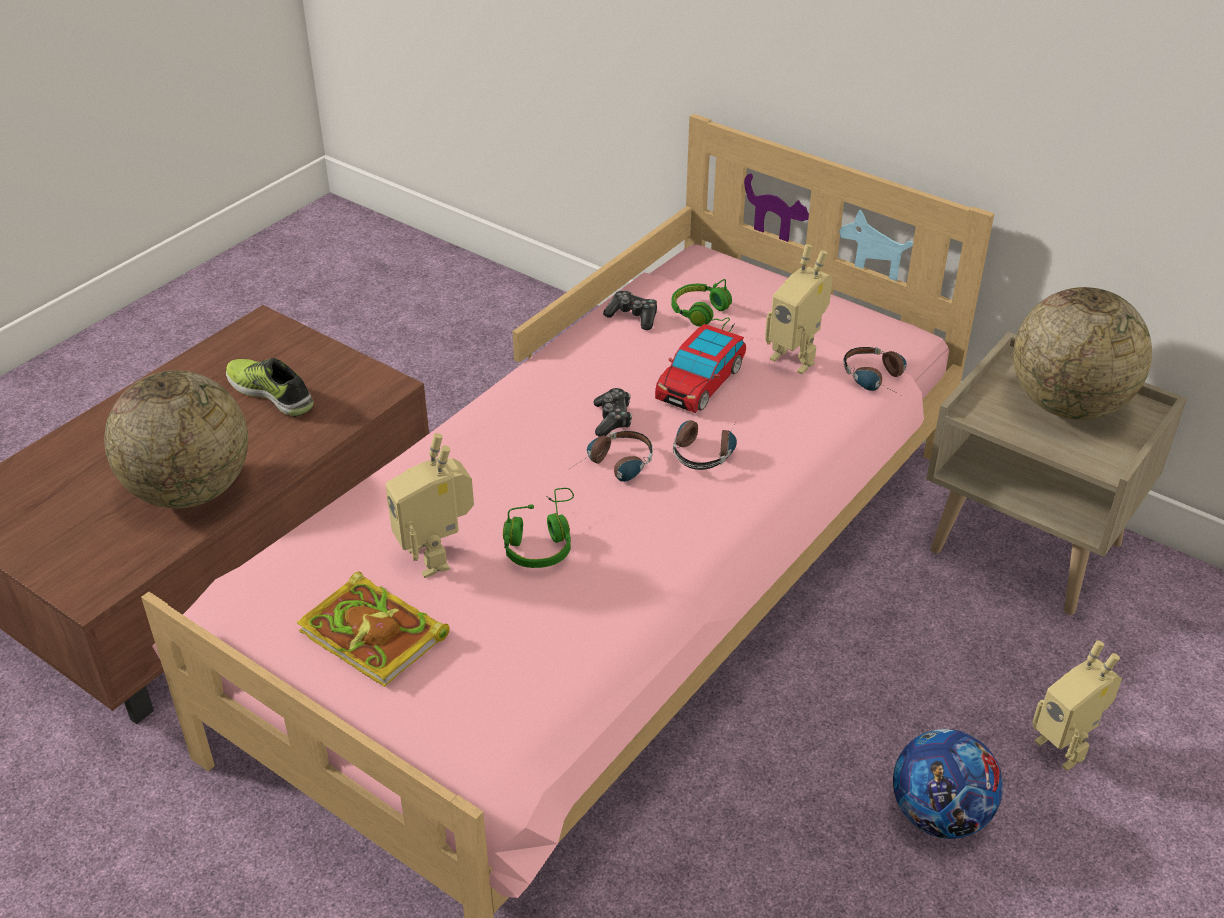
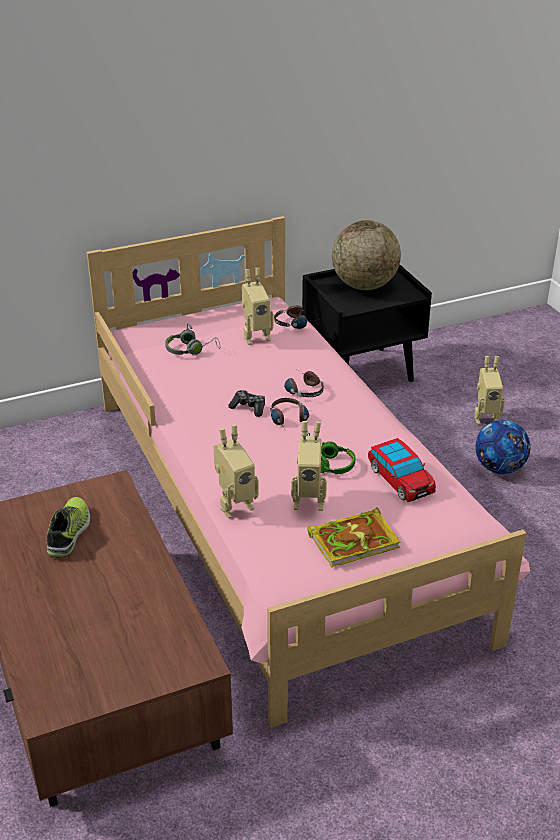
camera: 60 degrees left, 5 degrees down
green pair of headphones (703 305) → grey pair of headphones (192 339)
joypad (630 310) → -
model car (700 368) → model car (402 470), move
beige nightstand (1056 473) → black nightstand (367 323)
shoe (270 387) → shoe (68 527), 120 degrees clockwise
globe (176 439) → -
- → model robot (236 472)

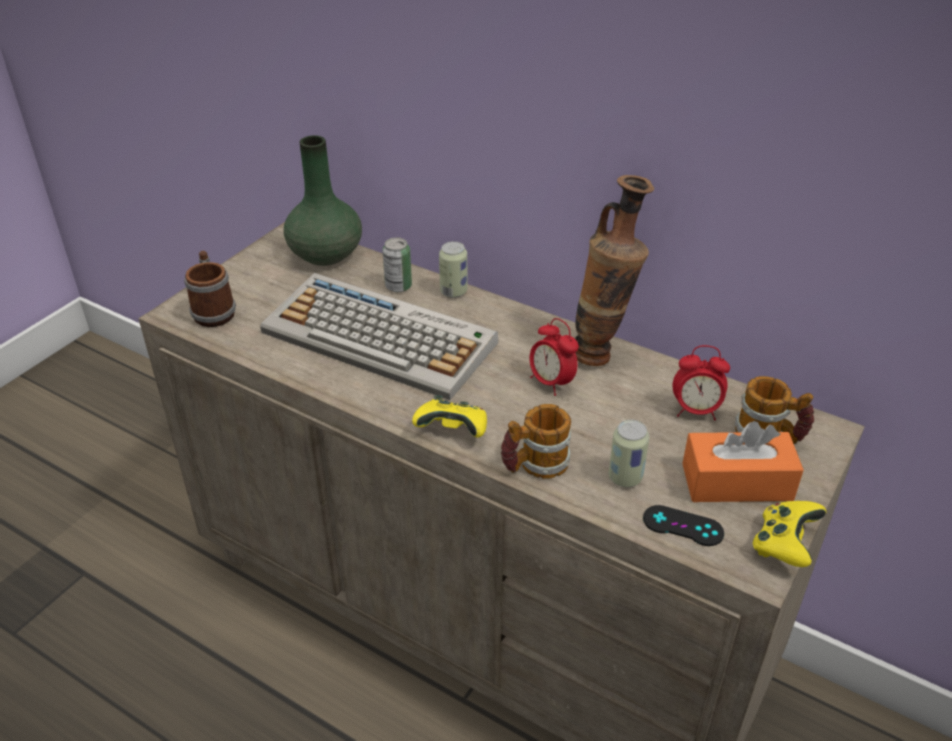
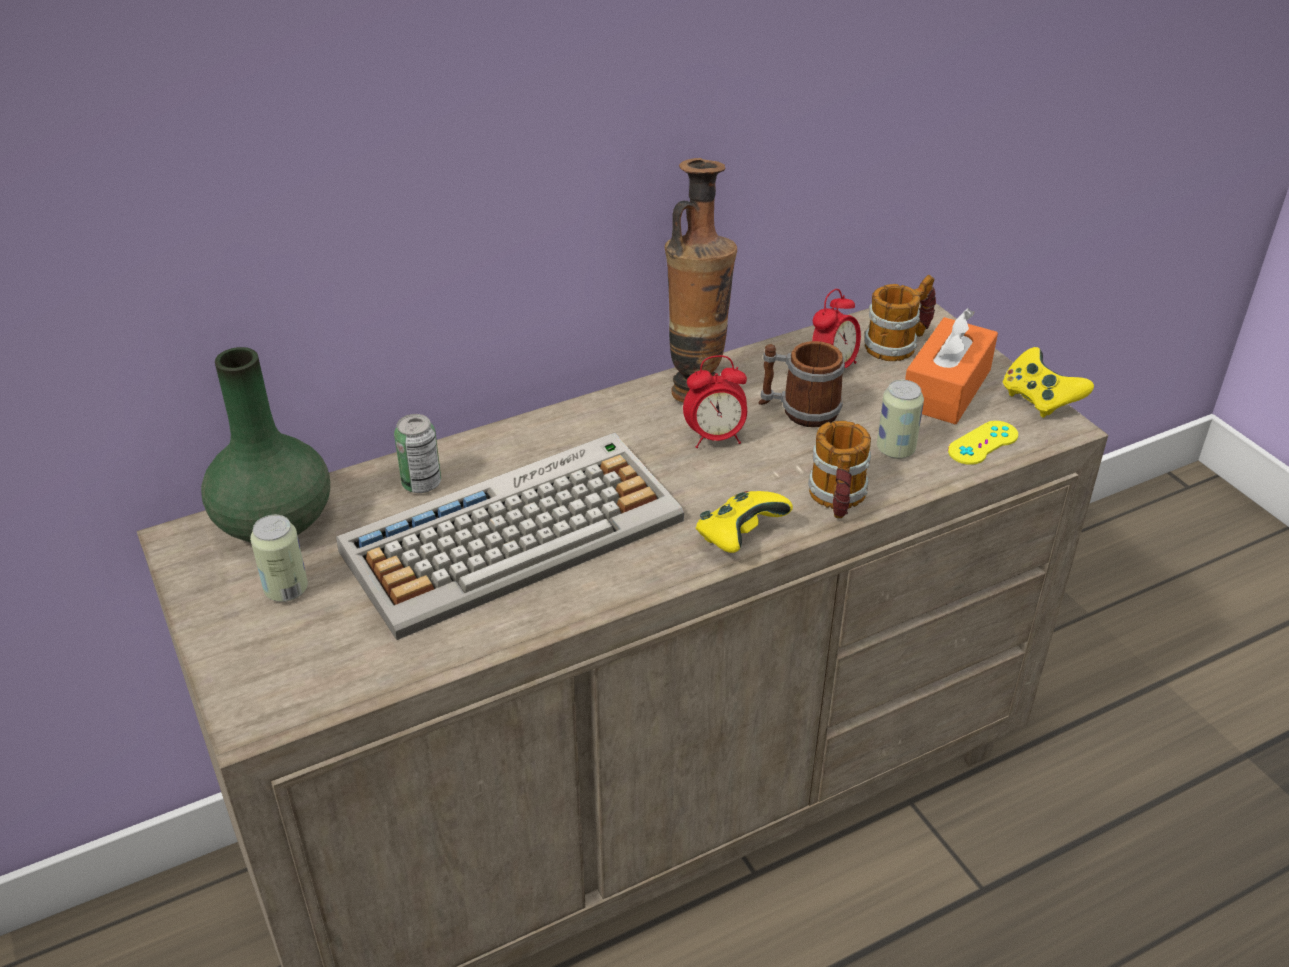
camera: 60 degrees left, 0 degrees up
metal can (453 269) → metal can (279 558), move
mug (210 289) → mug (801 384), move
black joypad (683 525) → yellowish joypad (983 443)

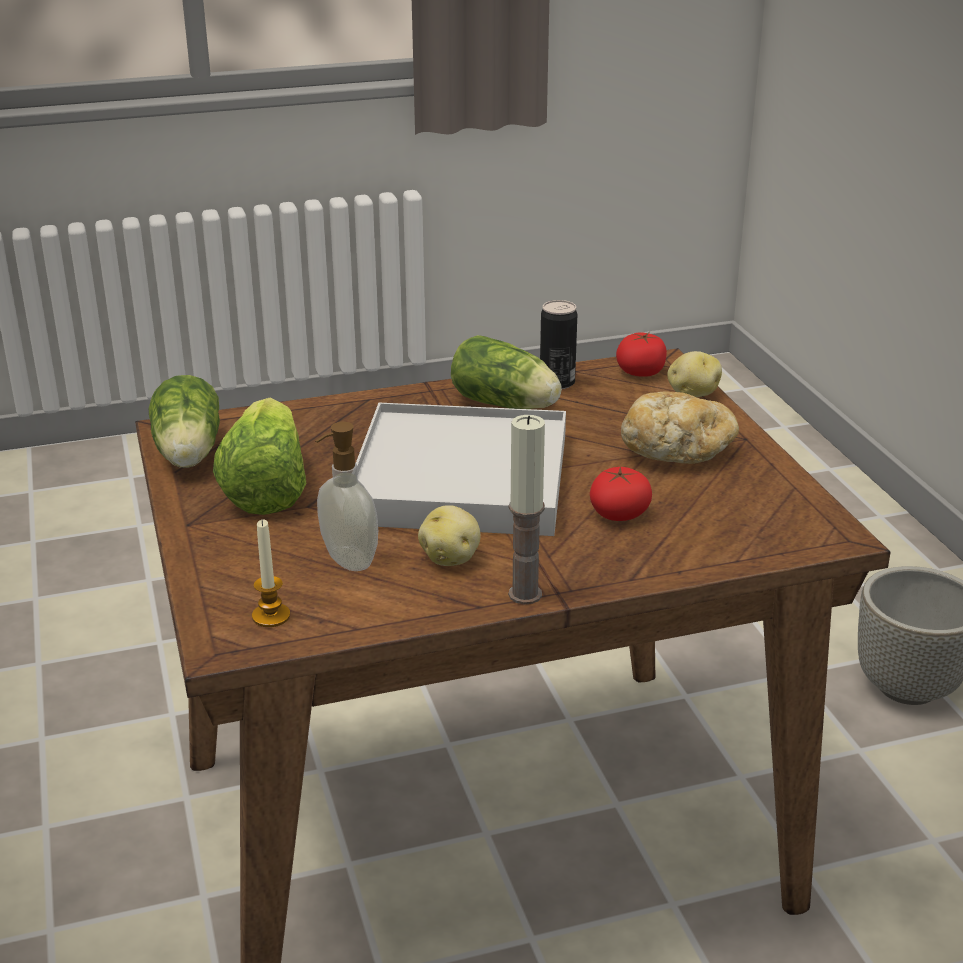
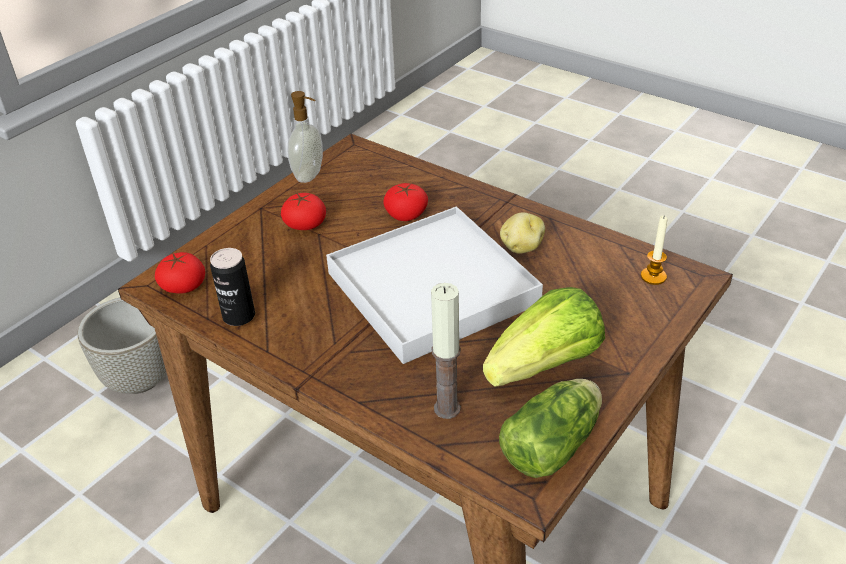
camera: 125 degrees left, 10 degrees up
lettuce (506 372) → -
whole potato (694 374) → -
bread (680 427) → fresh tomato (303 211)
wax light (526 509) → wax light (446 351), move
liquid soap bottle (346 496) → liquid soap bottle (305 137), move

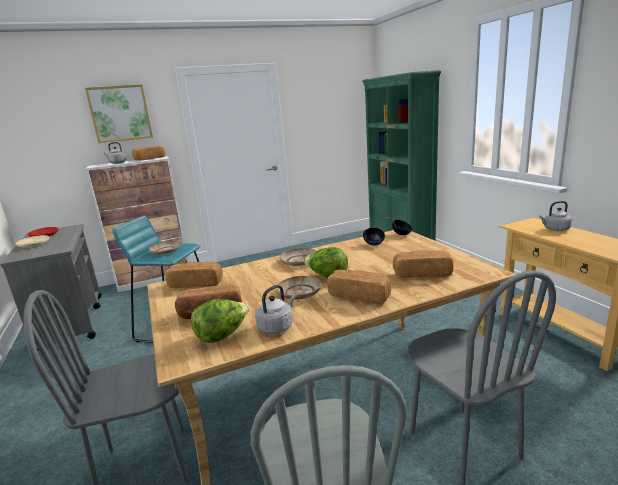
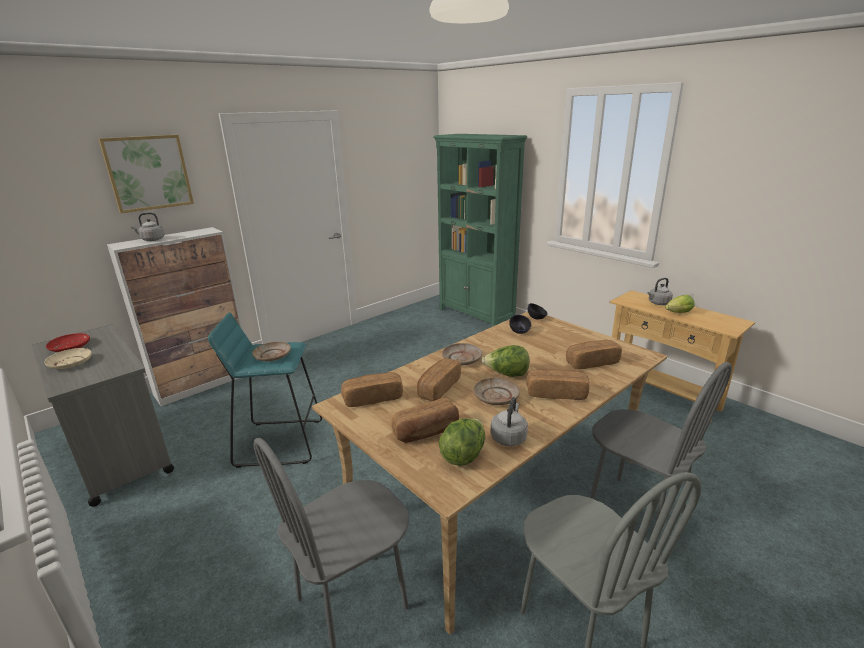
camera: 20 degrees left, 5 degrees up
bread (148 153) → bread (439 379), move
- → lettuce (680 304)

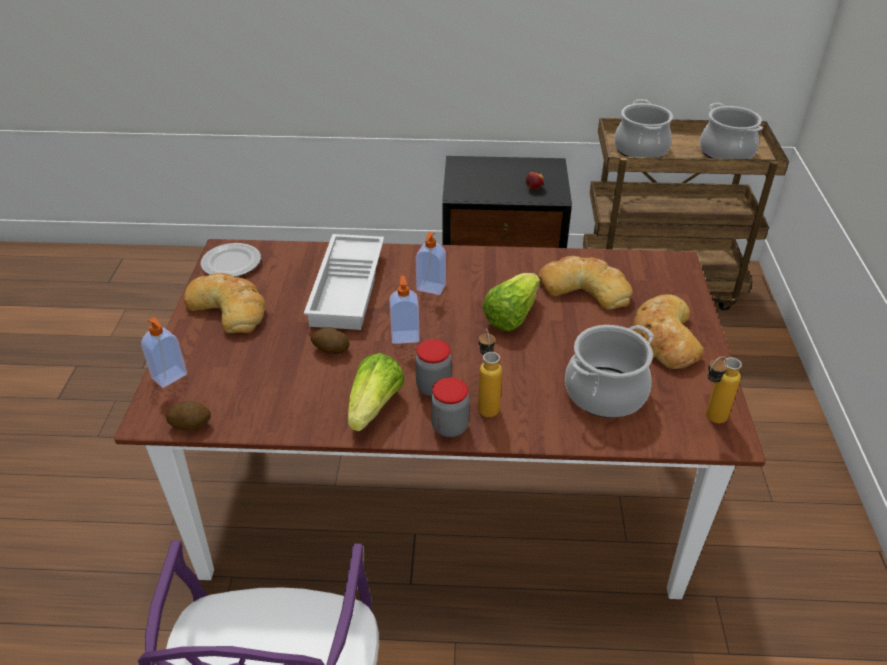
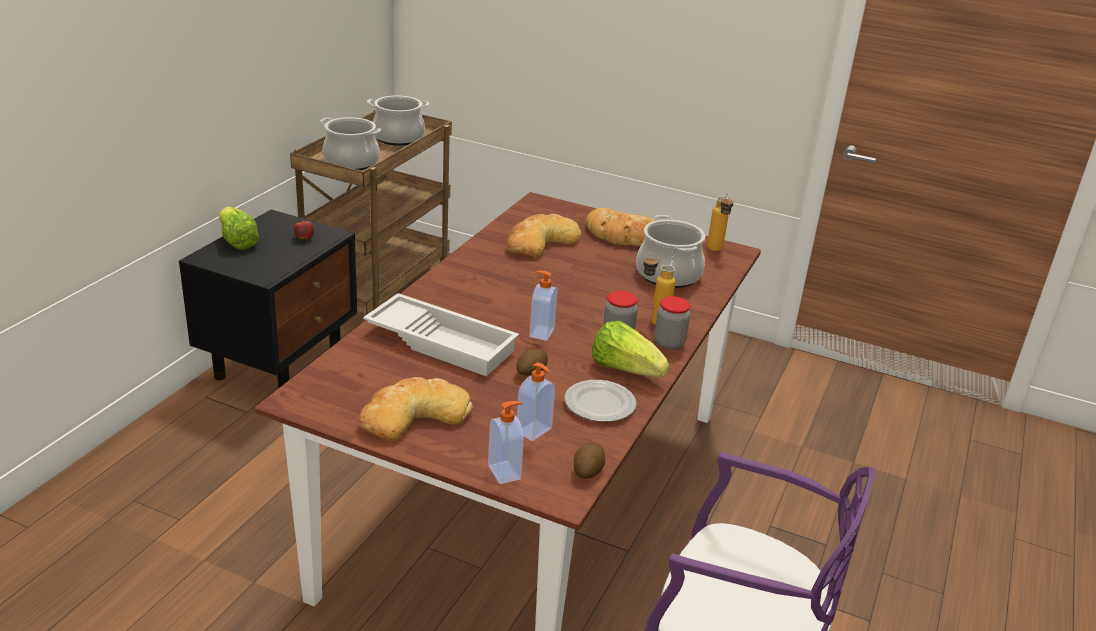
camera: 70 degrees left, 10 degrees down
liquid soap bottle (431 263) → liquid soap bottle (536 401), move
plate (231 260) → plate (600 401), move
lettuce (511 302) → lettuce (239 228), move

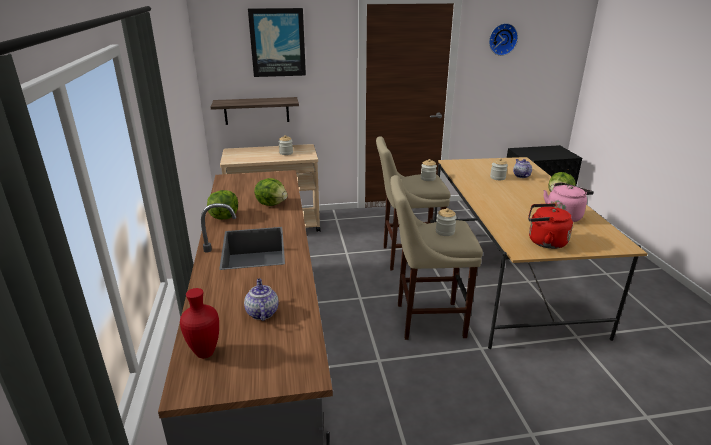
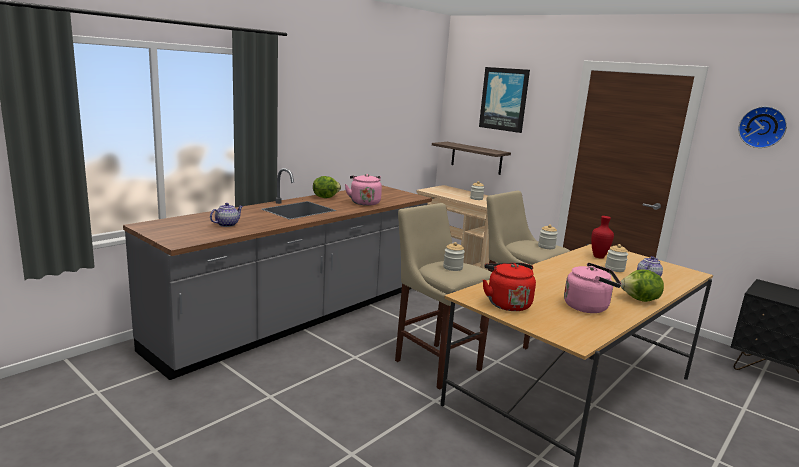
camera: 50 degrees right, 10 degrees down
lettuce (270 192) → pinkish kettle (363 190)
red vase (199 323) → red vase (602 237), move

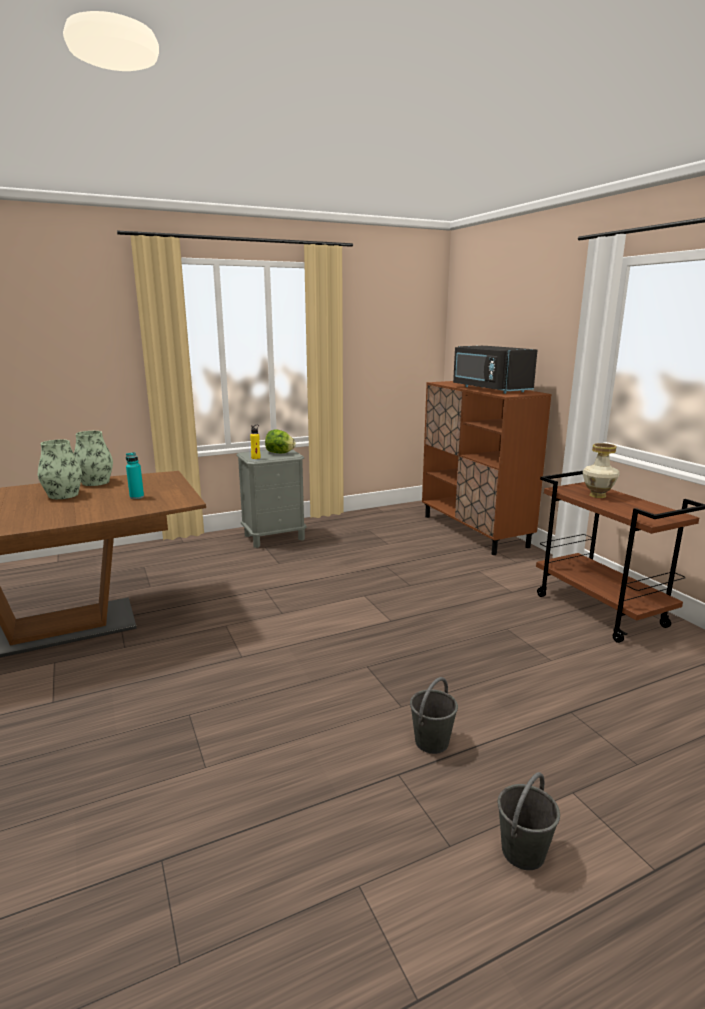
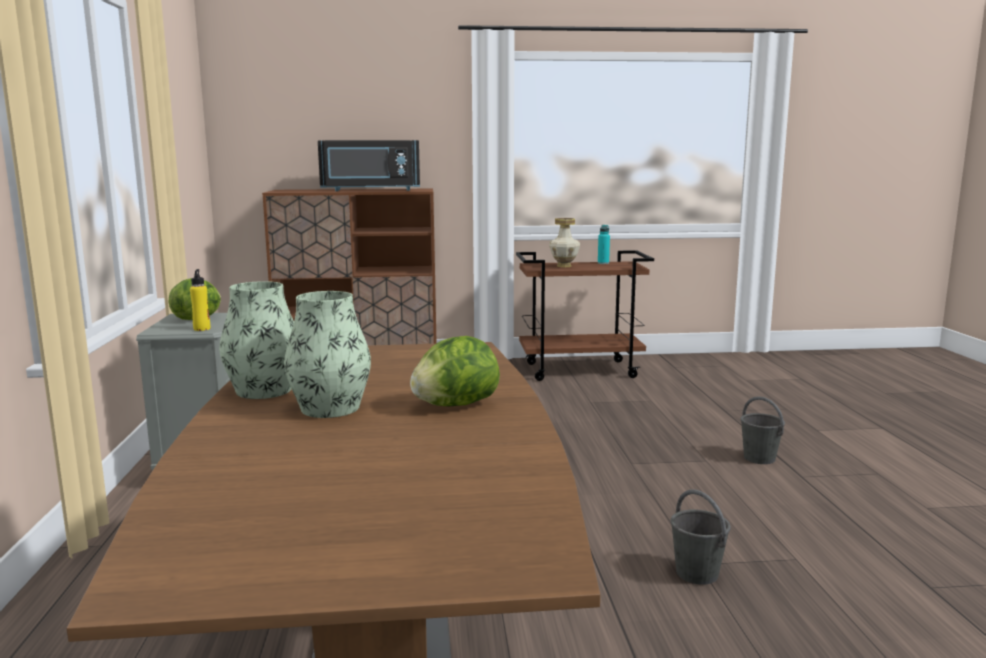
camera: 70 degrees left, 5 degrees down
turquoise bottle (135 475) → turquoise bottle (604 244), move
grey pail (529 821) → grey pail (700 537), move
- → lettuce (455 371)

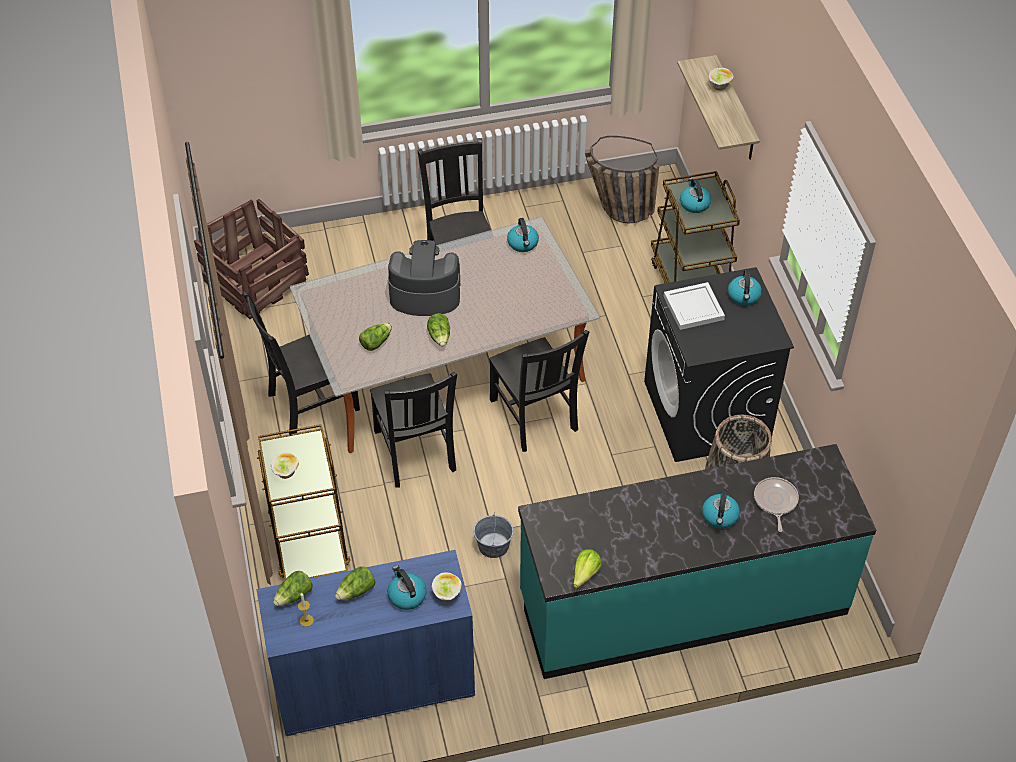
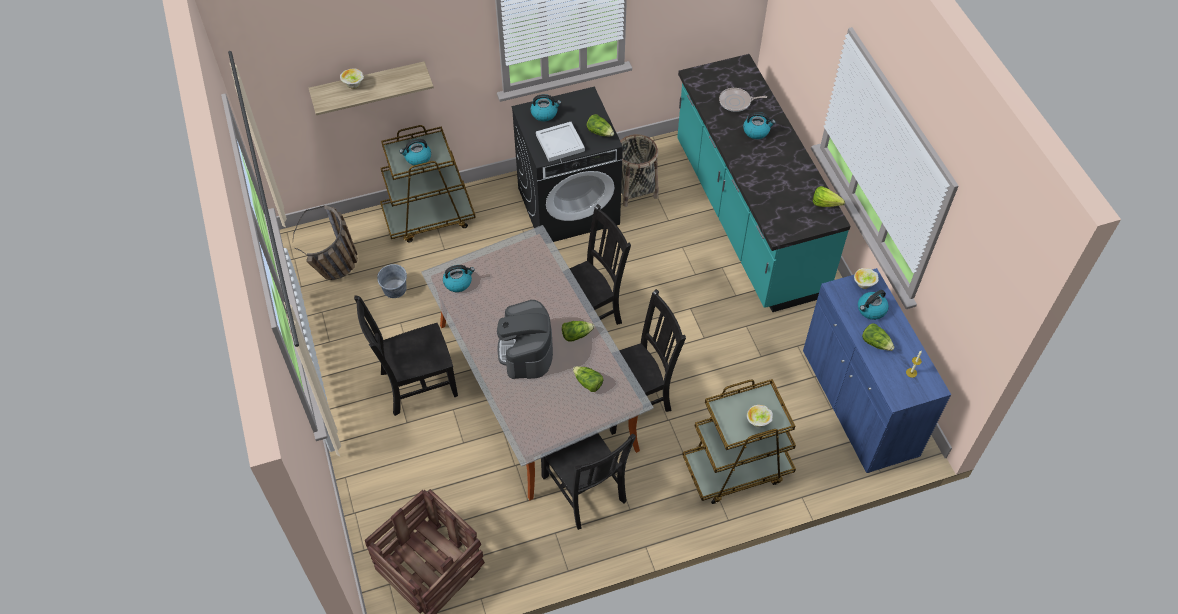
camera: 95 degrees left, 5 degrees up
grey pail (493 536) → grey pail (392 281), move
lettuce (293 588) → lettuce (600 125), move

